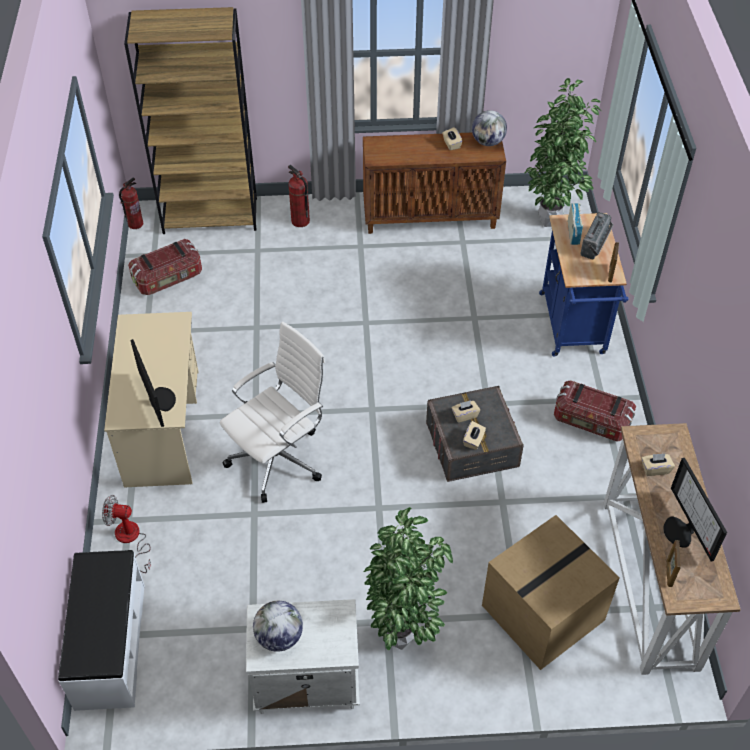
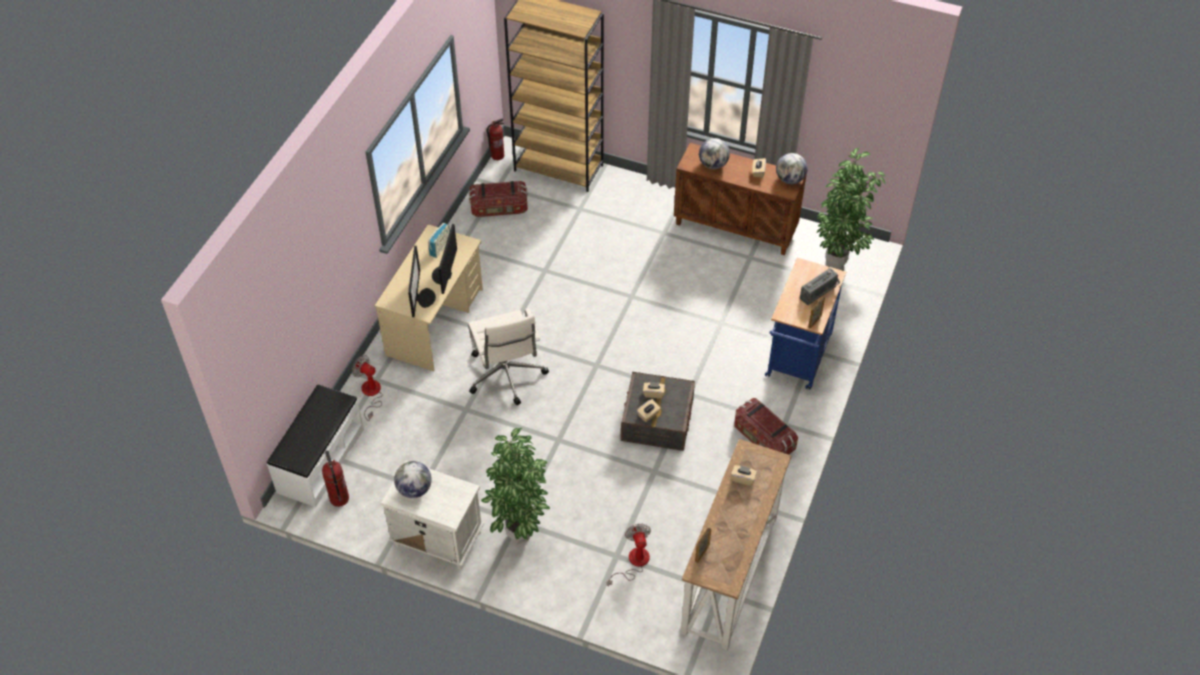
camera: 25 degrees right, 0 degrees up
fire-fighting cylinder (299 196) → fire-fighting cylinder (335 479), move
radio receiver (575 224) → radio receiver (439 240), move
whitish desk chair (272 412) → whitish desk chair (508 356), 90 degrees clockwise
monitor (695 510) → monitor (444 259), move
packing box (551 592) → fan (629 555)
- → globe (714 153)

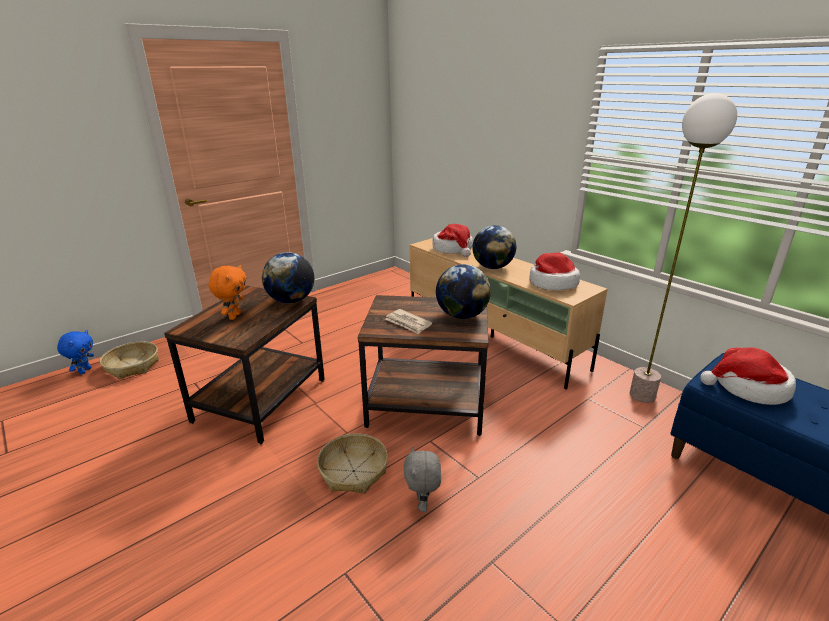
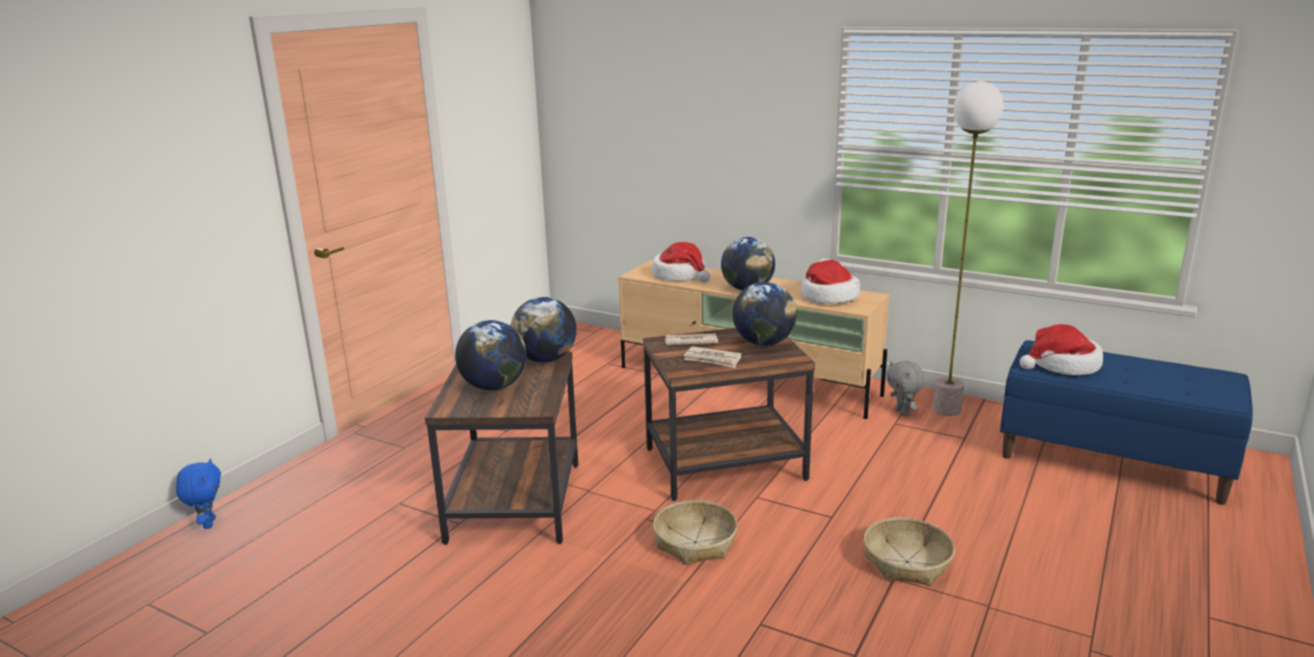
camera: 20 degrees left, 5 degrees down
orange cuddly toy (227 292) → globe (491 355)
storage basket (129 360) → storage basket (909 551), move
grey cuddly toy (422 479) → grey cuddly toy (905 388), move
- → newspaper (691 339)

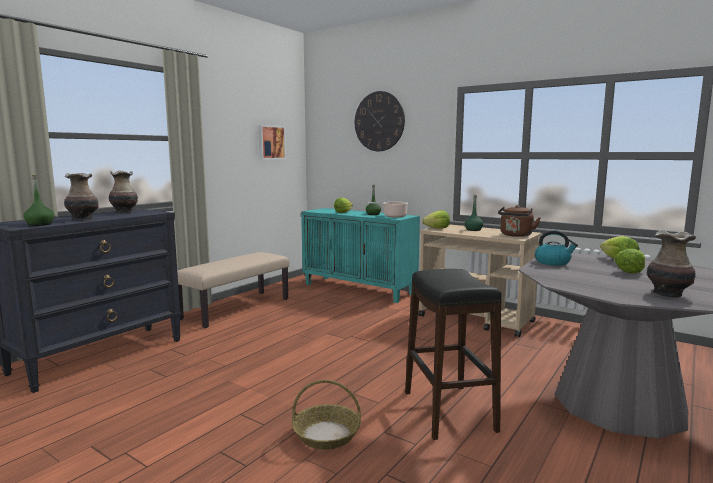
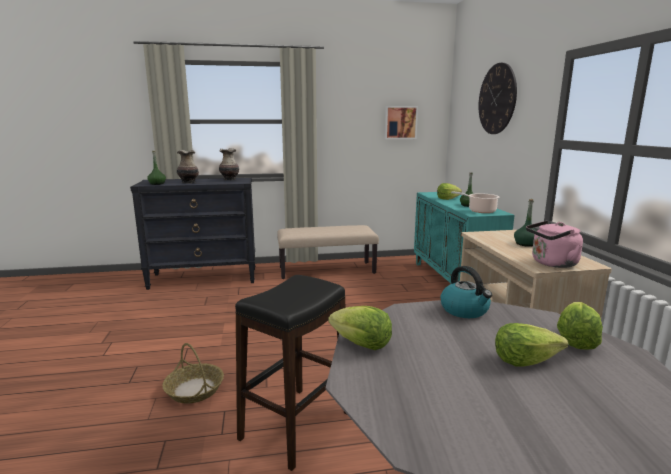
camera: 45 degrees right, 5 degrees up
brown kettle (519 221) → pinkish kettle (554 244)
lettuce (436 219) → lettuce (360 328), move
vase (671 264) → -

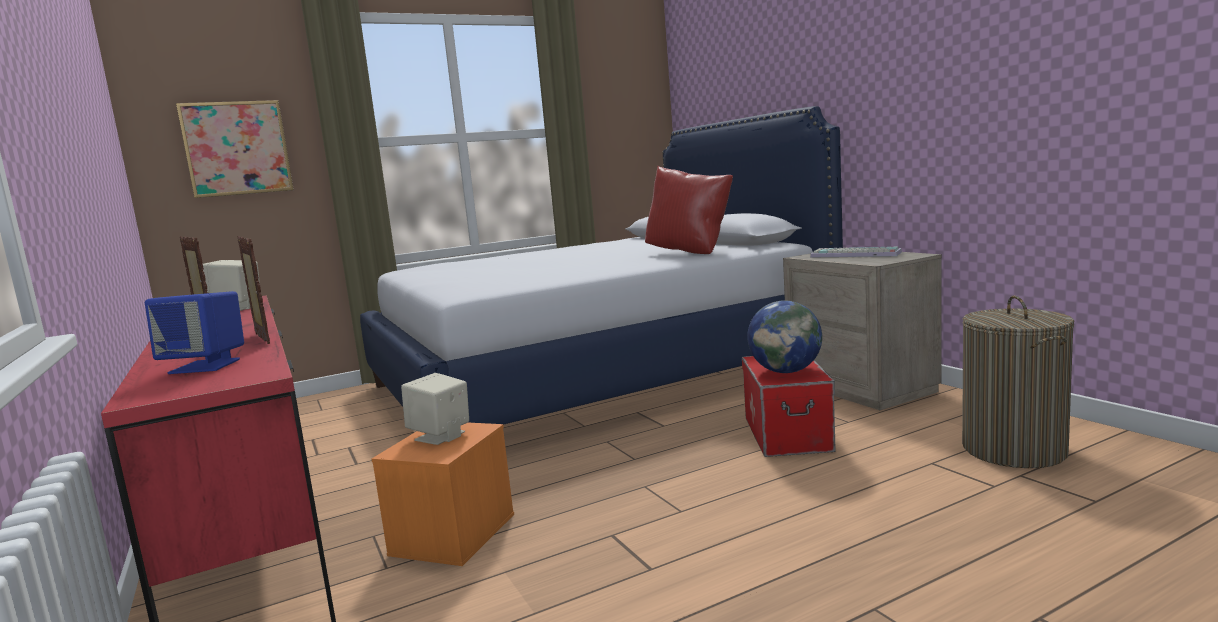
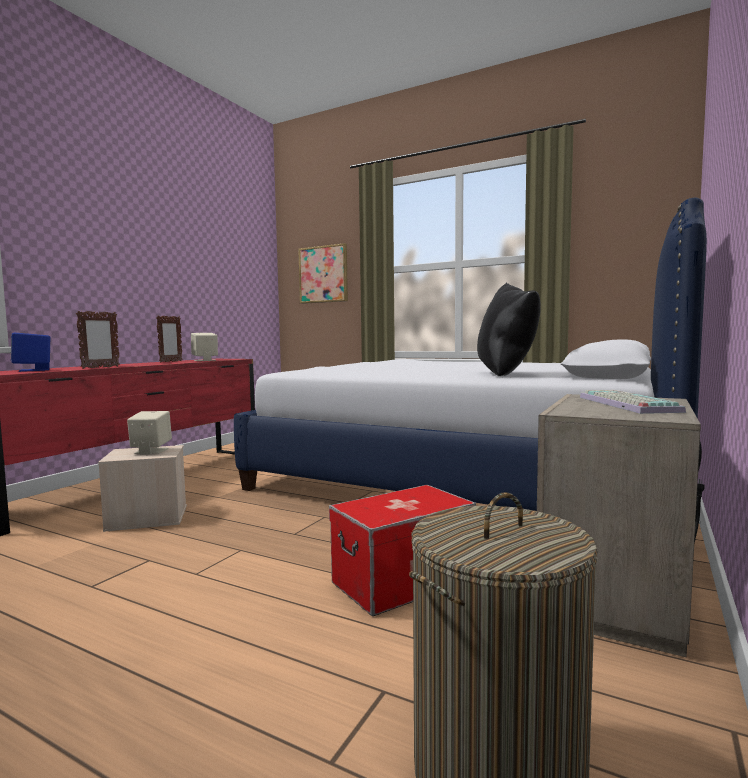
camera: 55 degrees right, 5 degrees down
red pillow (689 210) → black pillow (509 329)
globe (784 336) → -
orange storage bin (443 494) → beige storage bin (142 488)

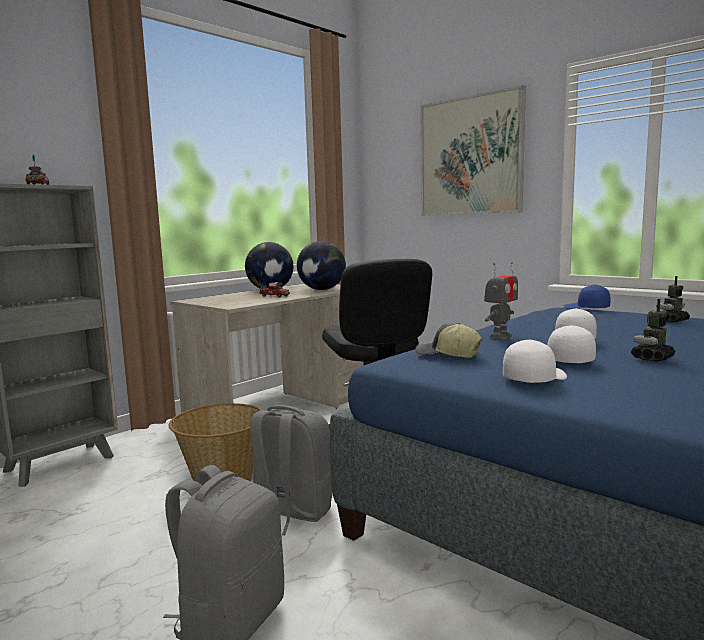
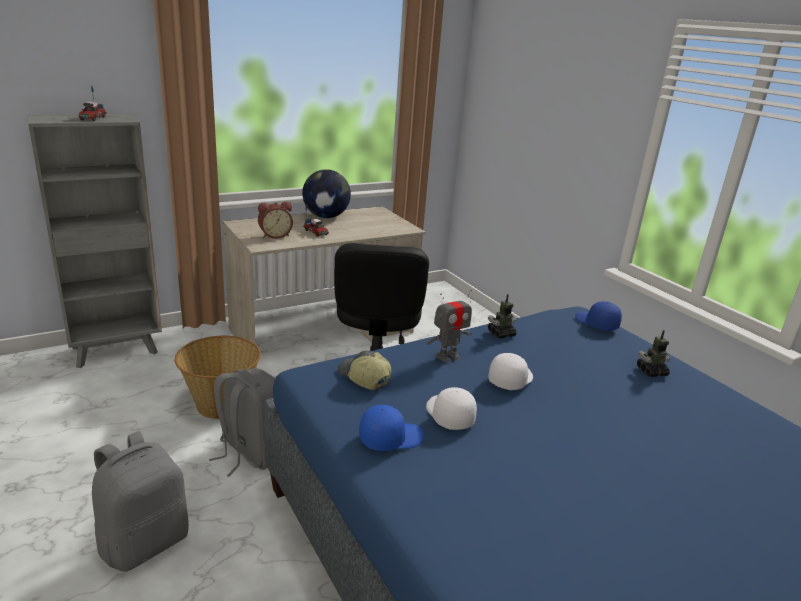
camera: 15 degrees right, 15 degrees up
wall picture (473 150) → -
globe (321 265) → -
model robot (653 330) → model robot (502 316), move
whitish cap (535 361) → bluish cap (391 428)
- → bedside clock (275 220)

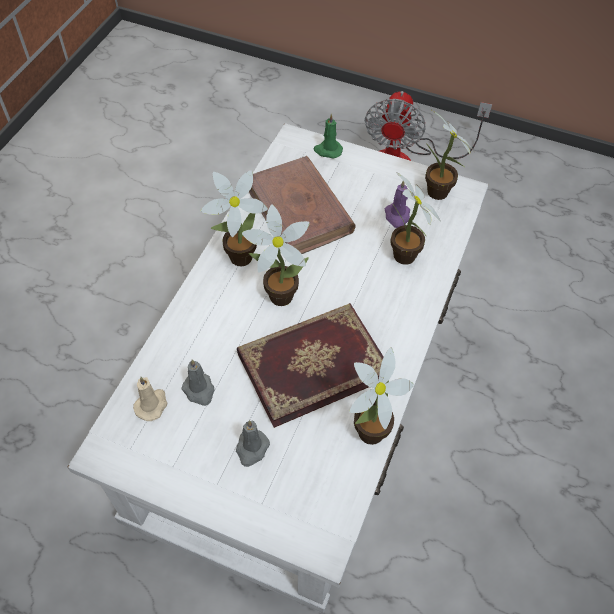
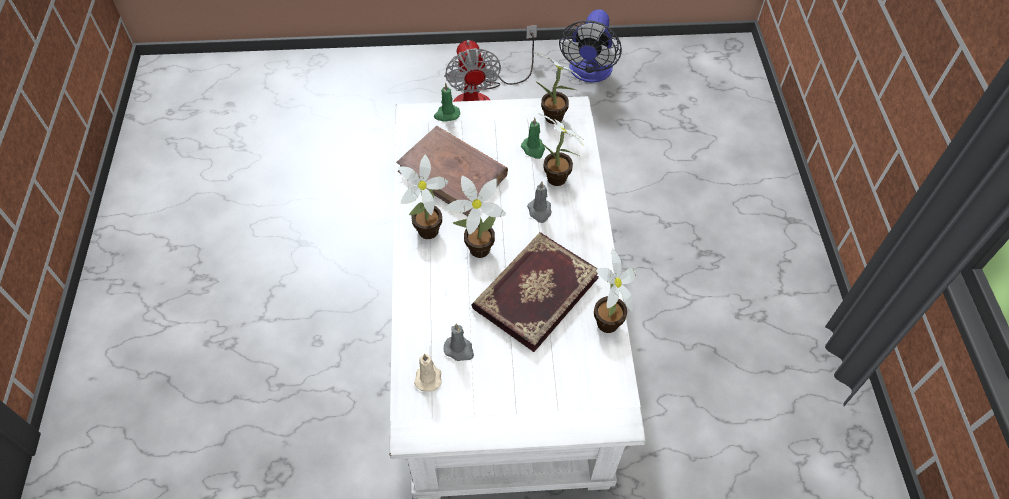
camera: 25 degrees left, 0 degrees up
purple wax light (397 204) → green wax light (533 138)
grey wax light (253 443) → grey wax light (539 202), move
- → fan (590 46)

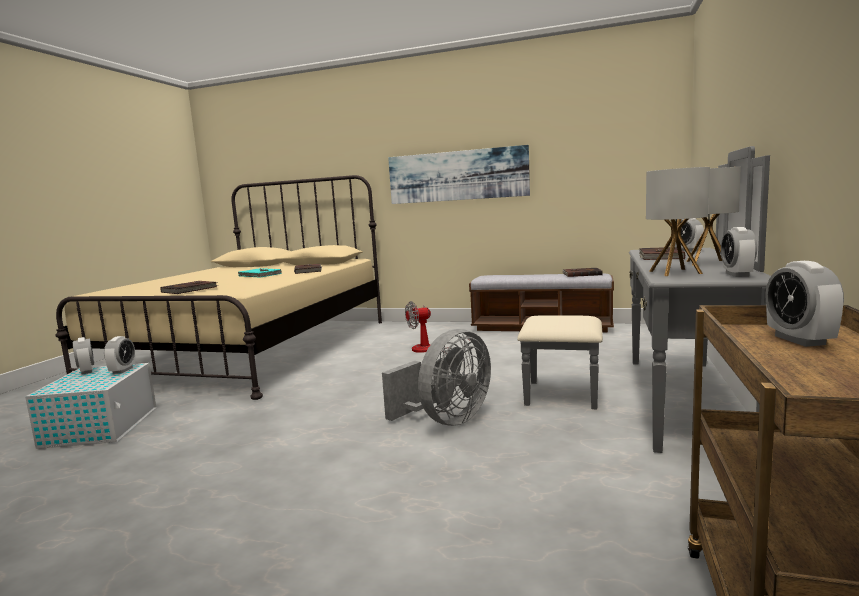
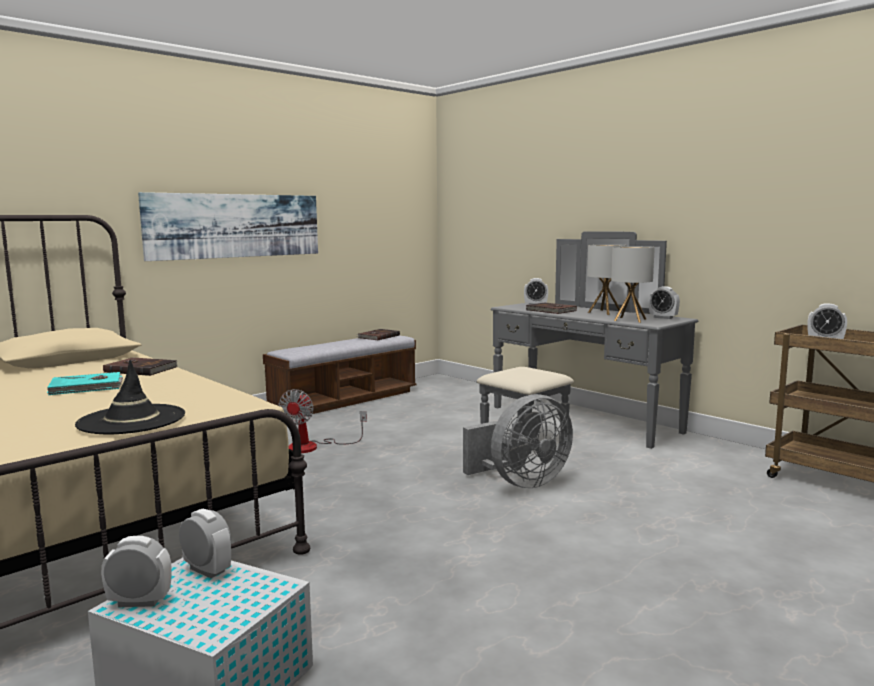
camera: 60 degrees left, 0 degrees up
brown bound book (189 287) → black hat (130 397)
grey fan (436 377) → grey fan (518 441), 75 degrees clockwise

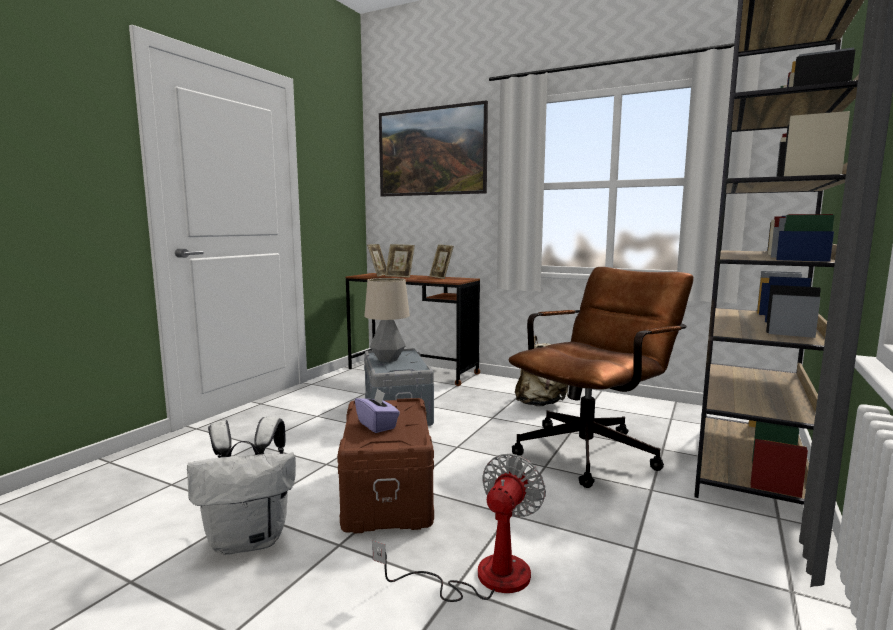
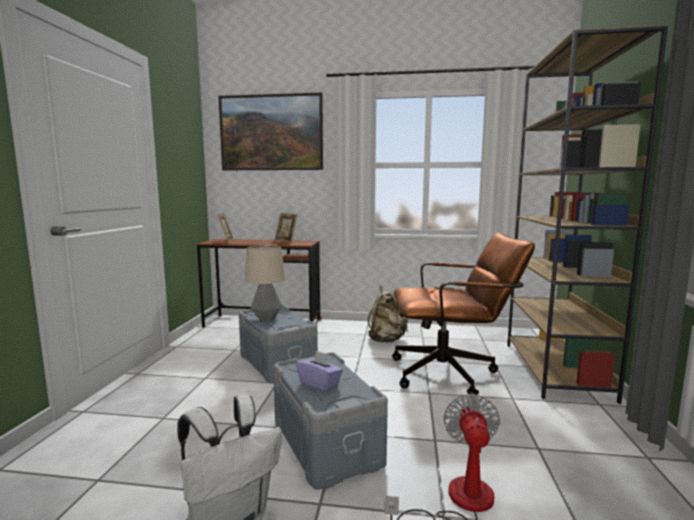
camera: 20 degrees left, 0 degrees up
picture frame (400 261) → -
brown desk chair (601 377) → brown desk chair (463 315), 60 degrees clockwise
brown storage bin (385 466) → grey storage bin (330 421)

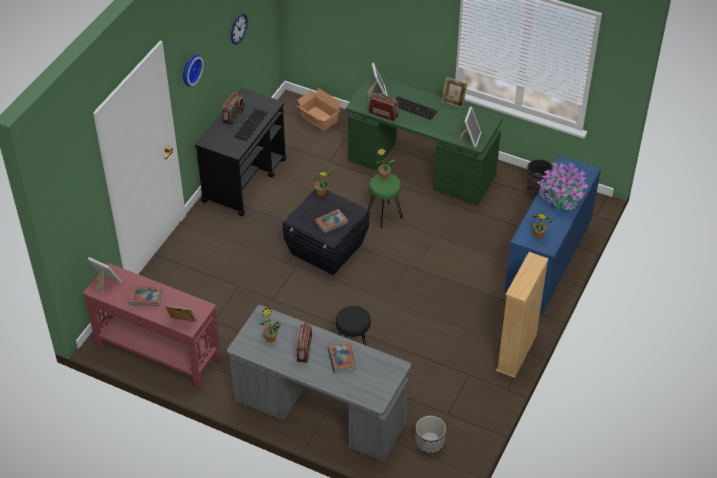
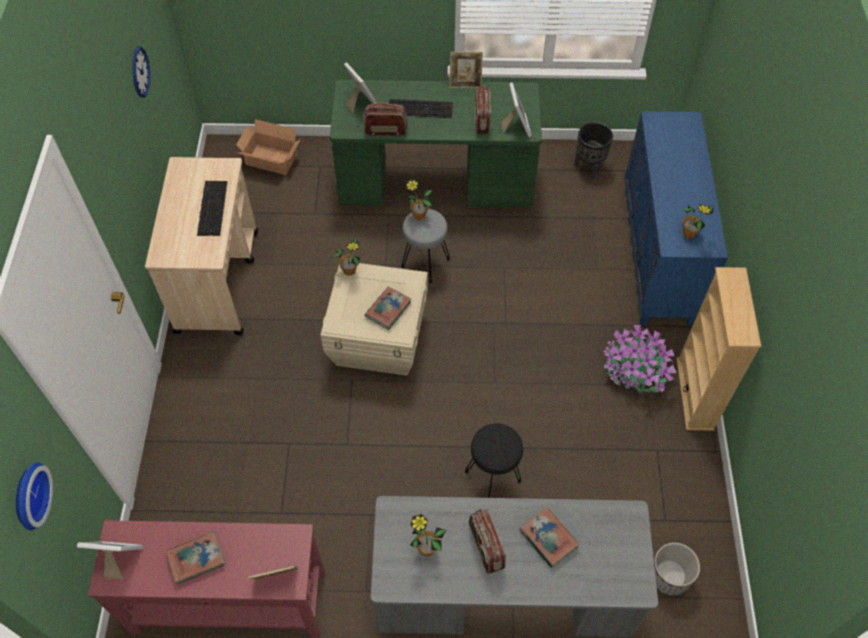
camera: 25 degrees left, 10 degrees up
wall clock (193 70) → wall clock (34 496), move
black cart (241 152) → beige cart (201 246)
radio receiver (233 108) → radio receiver (483 109), move
potted plant (562 186) → potted plant (640 359), move
green stool (385 201) → grey stool (425 246)
black storage bin (325 232) → beige storage bin (374 319)

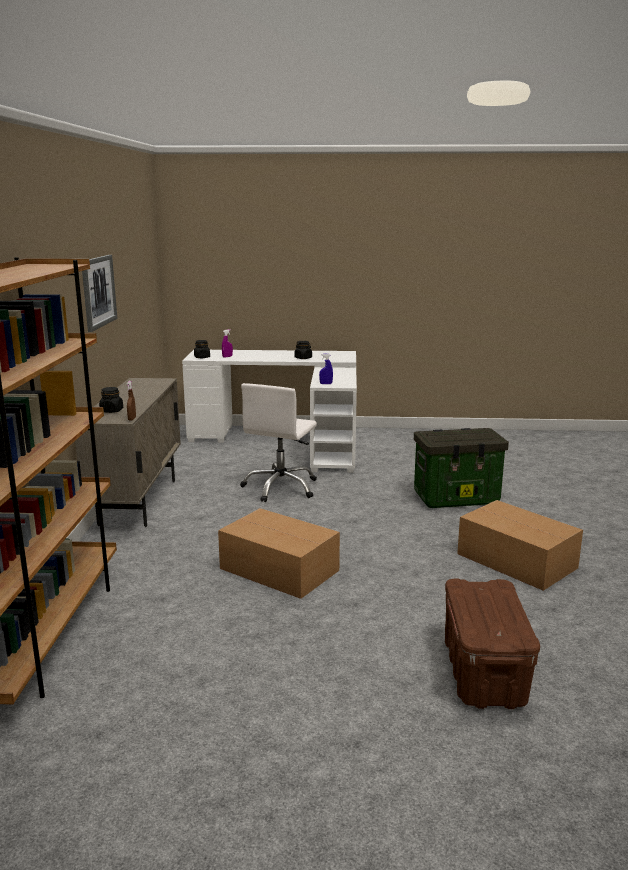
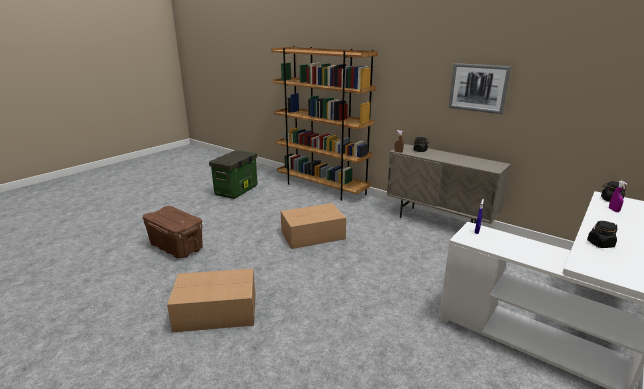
camera: 125 degrees right, 5 degrees up
whitish desk chair (278 442) → -
storage bin (461 468) → storage bin (233 174), move

